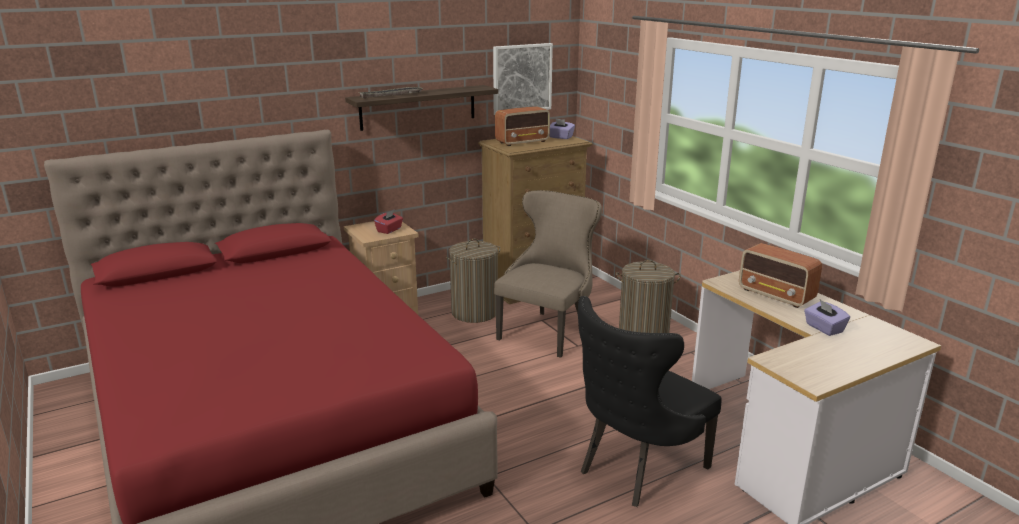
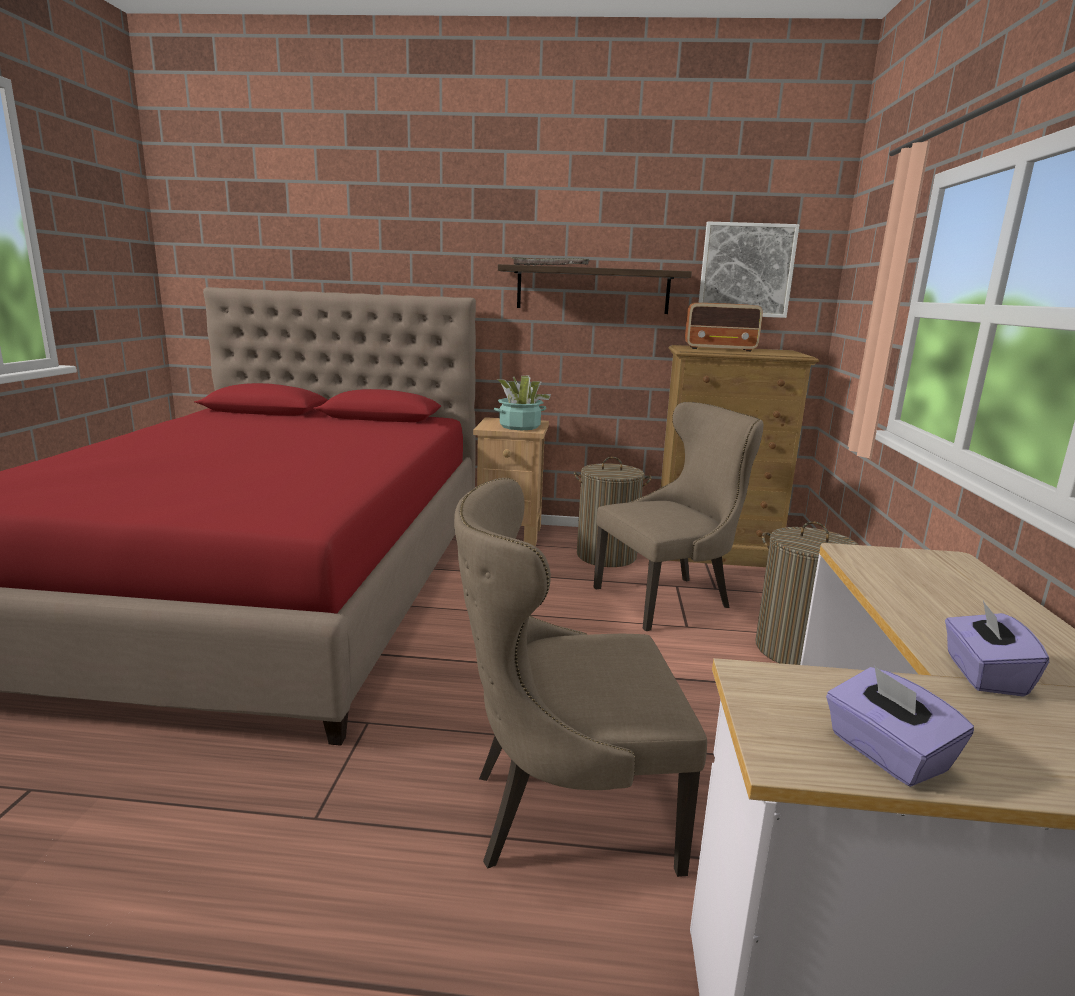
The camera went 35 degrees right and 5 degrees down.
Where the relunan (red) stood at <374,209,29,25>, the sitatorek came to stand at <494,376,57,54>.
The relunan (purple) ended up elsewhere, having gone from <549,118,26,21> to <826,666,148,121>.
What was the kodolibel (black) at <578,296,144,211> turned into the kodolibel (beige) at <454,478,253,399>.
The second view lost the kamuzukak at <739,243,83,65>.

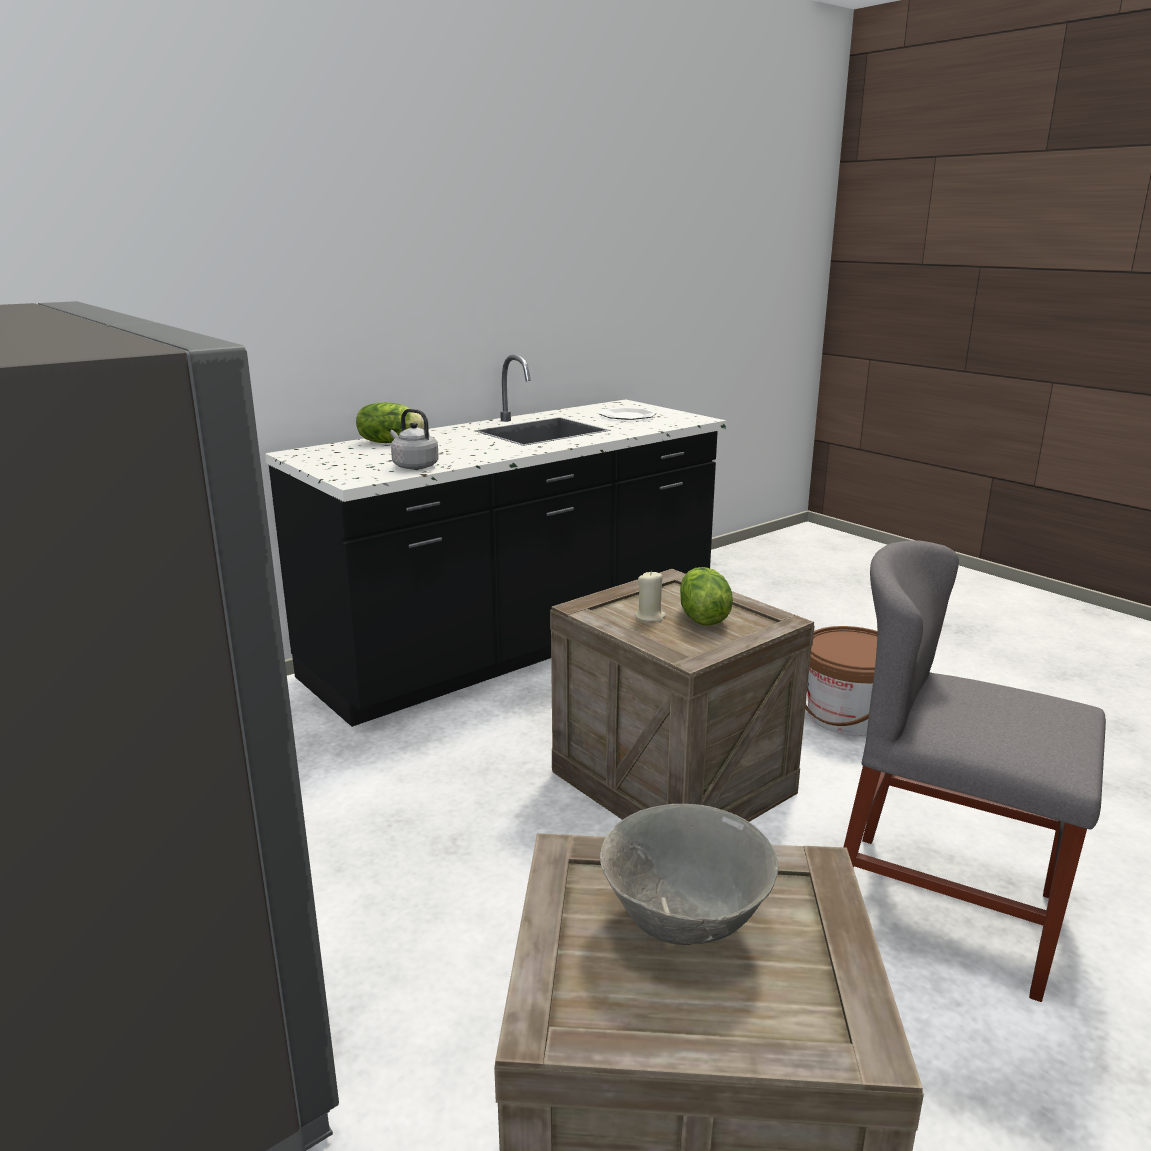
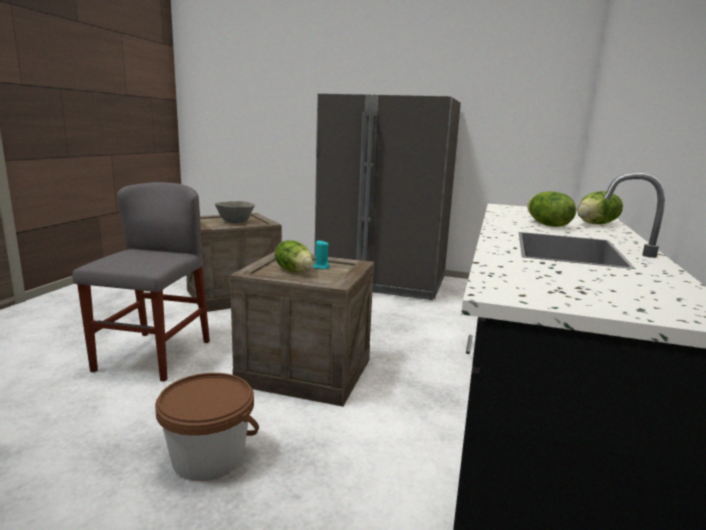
The camera went 145 degrees right and 5 degrees down.
The second view lost the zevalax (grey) at <390,409,49,61>.
The second view lost the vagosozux at <599,408,58,12>.
What was the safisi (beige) at <635,571,31,50> turned into the safisi (turquoise) at <313,240,17,29>.
The kodolibel (grey) at <844,540,262,462> ended up facing another way, 75 degrees counterclockwise from before.
The second view gained the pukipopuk at <527,191,49,36>.

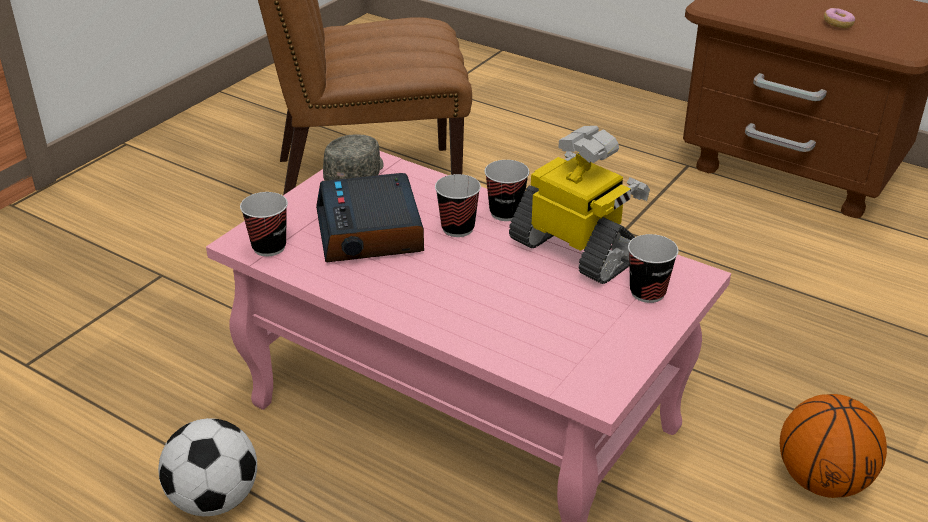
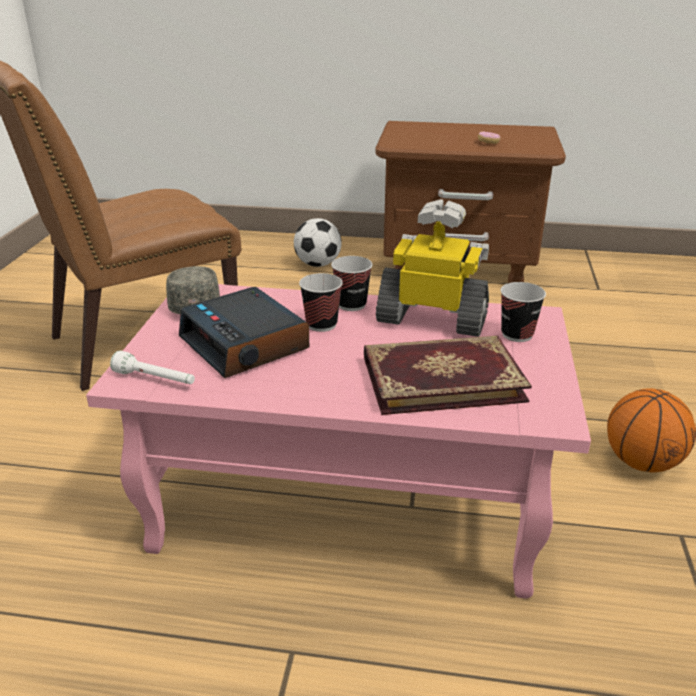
The camera went 25 degrees left and 5 degrees down.
The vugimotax ended up elsewhere, having gone from <158,418,99,98> to <294,218,48,49>.
Where the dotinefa stood at <240,192,48,64>, the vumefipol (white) came to stand at <110,351,85,33>.
The second view gained the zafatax at <364,336,168,79>.

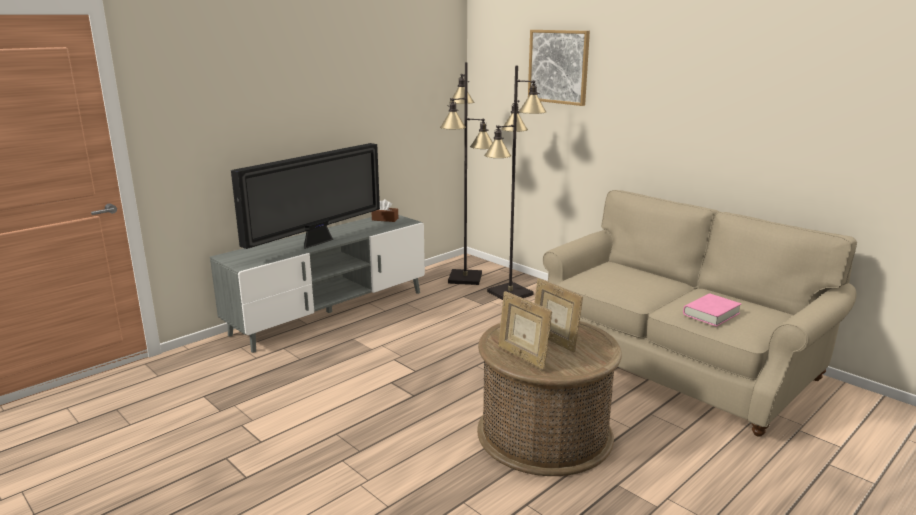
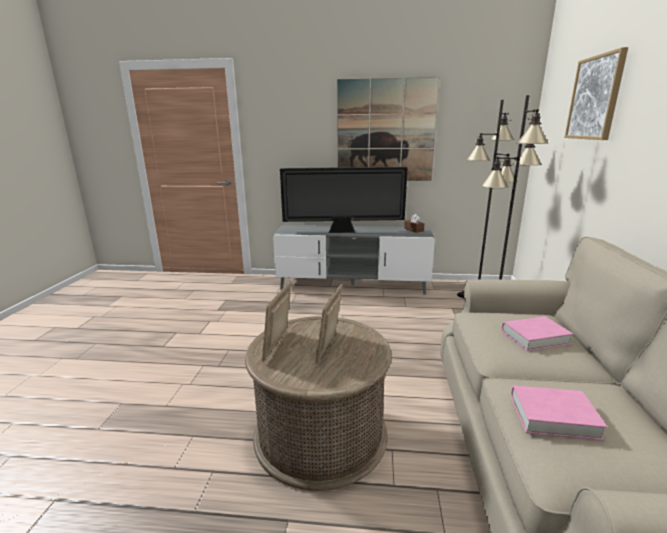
The camera went 50 degrees right and 0 degrees up.
The second view gained the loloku at <337,77,102,104>.
The second view gained the zafatax (pink) at <501,316,72,35>.

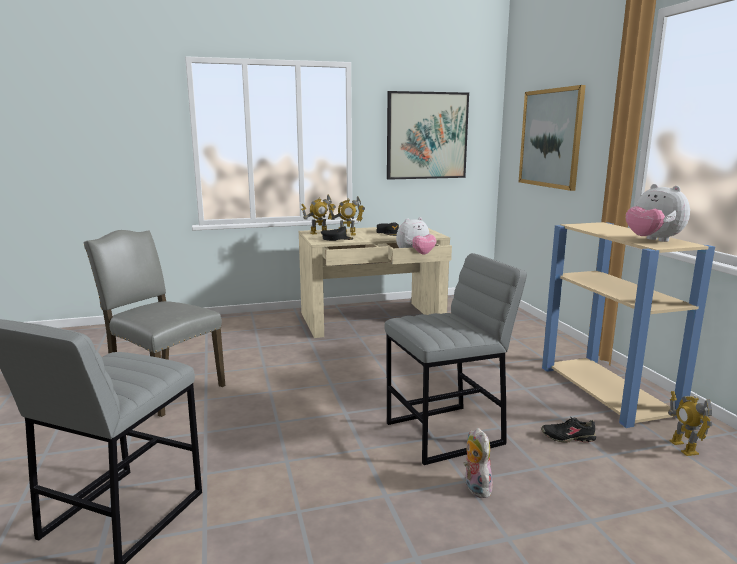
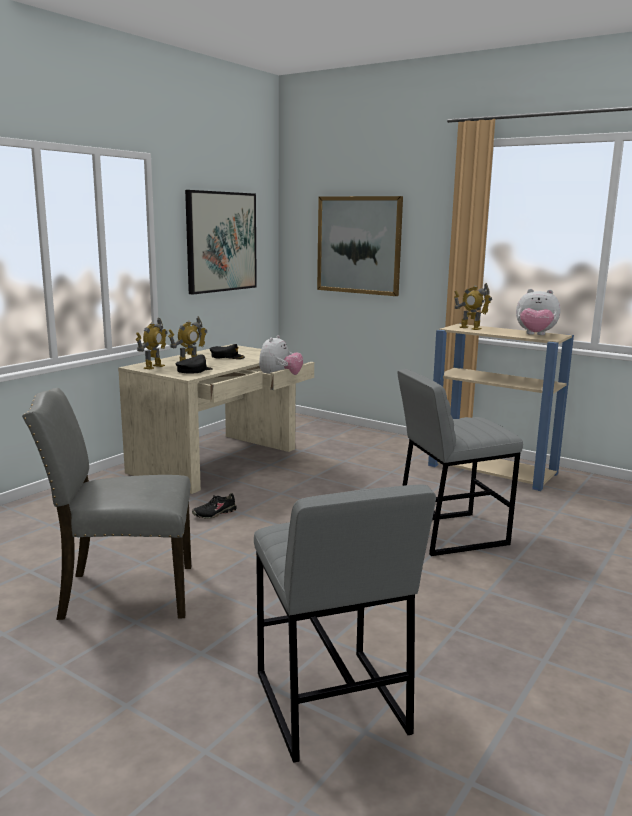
The camera went 40 degrees left and 0 degrees up.
The kodolibel (grey) at <384,253,143,212> ended up facing another way, 135 degrees counterclockwise from before.
The second view lost the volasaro at <464,428,29,70>.
The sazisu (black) ended up elsewhere, having gone from <541,417,55,26> to <192,493,45,26>.
The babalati ended up elsewhere, having gone from <668,391,44,65> to <454,283,38,47>.

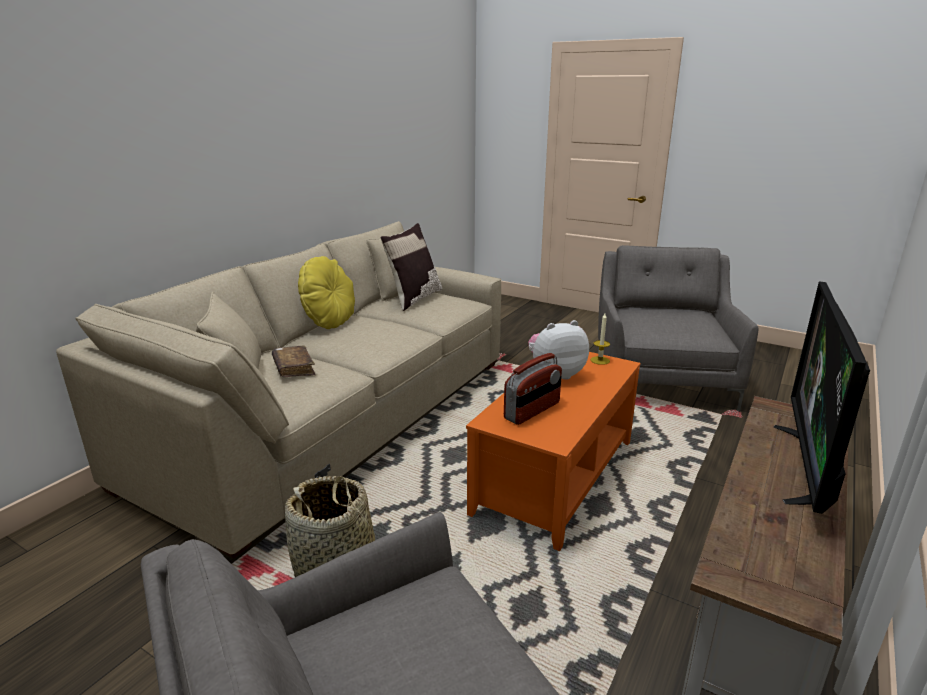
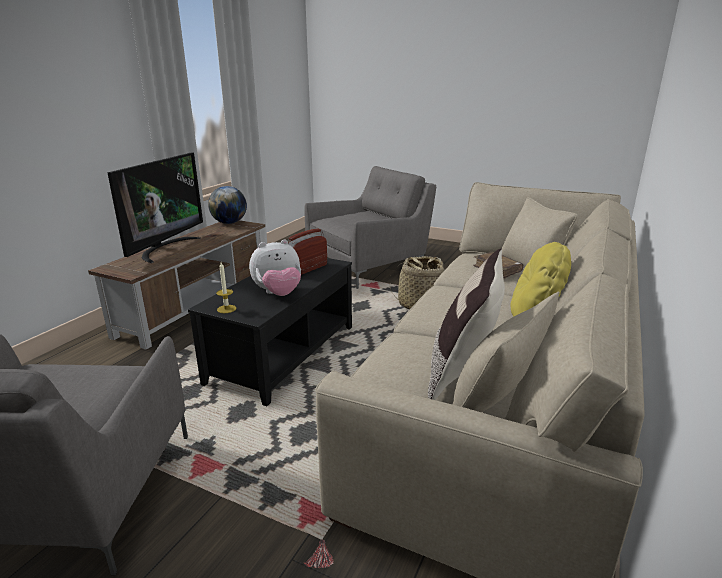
The camera went 175 degrees right and 0 degrees up.
What was the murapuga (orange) at <466,352,175,199> turned into the murapuga (black) at <188,258,164,148>.
The second view gained the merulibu at <208,186,39,38>.

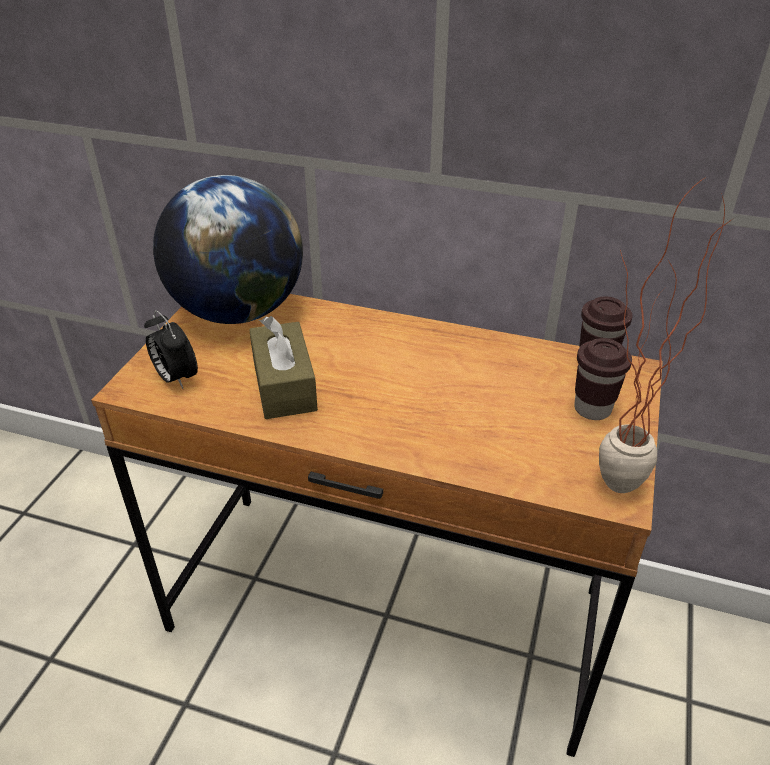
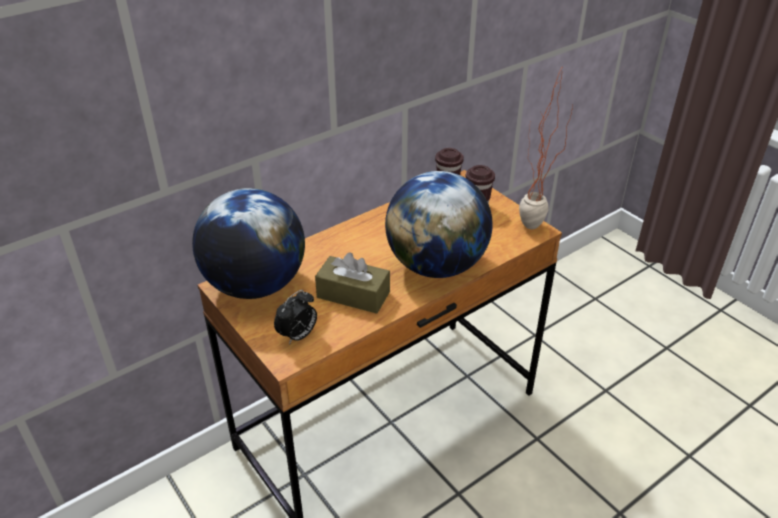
The camera went 55 degrees left and 0 degrees up.
The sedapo at <144,310,54,79> ended up facing another way, 45 degrees counterclockwise from before.
The second view gained the merulibu at <385,171,108,107>.

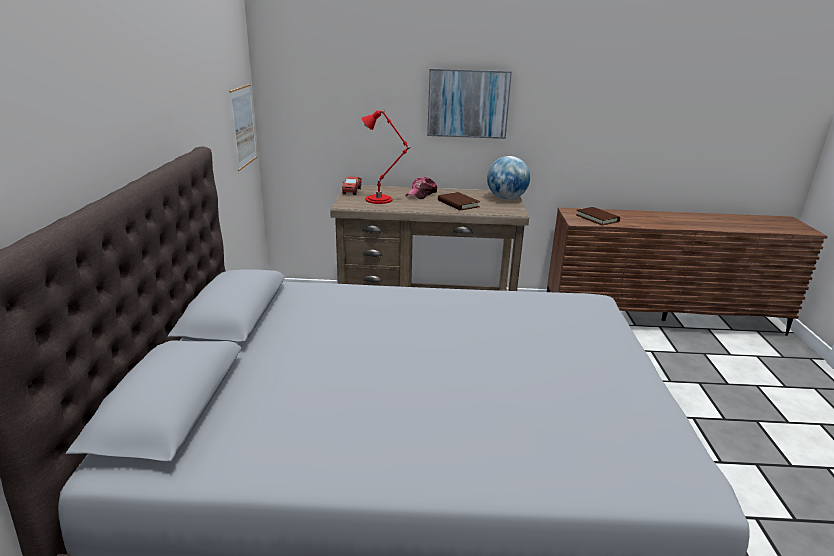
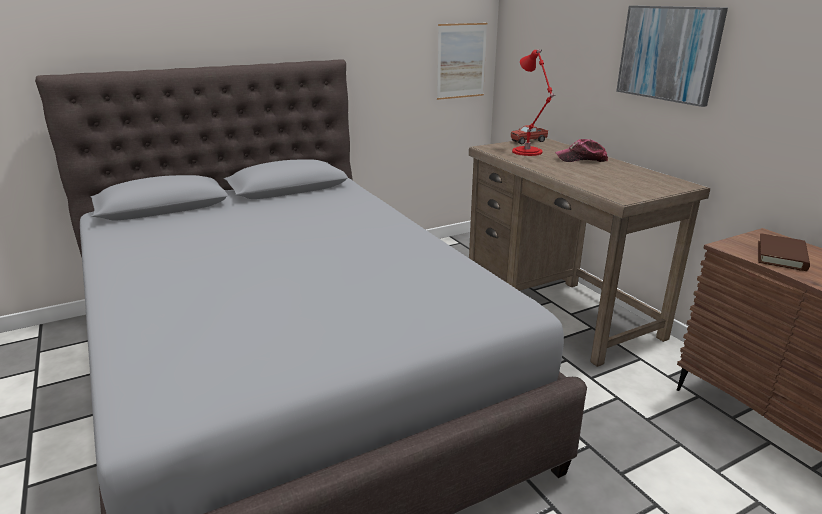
The camera went 60 degrees right and 0 degrees up.
The second view lost the zafatax (brown) at <438,192,42,18>.
The second view lost the merulibu at <487,156,43,44>.

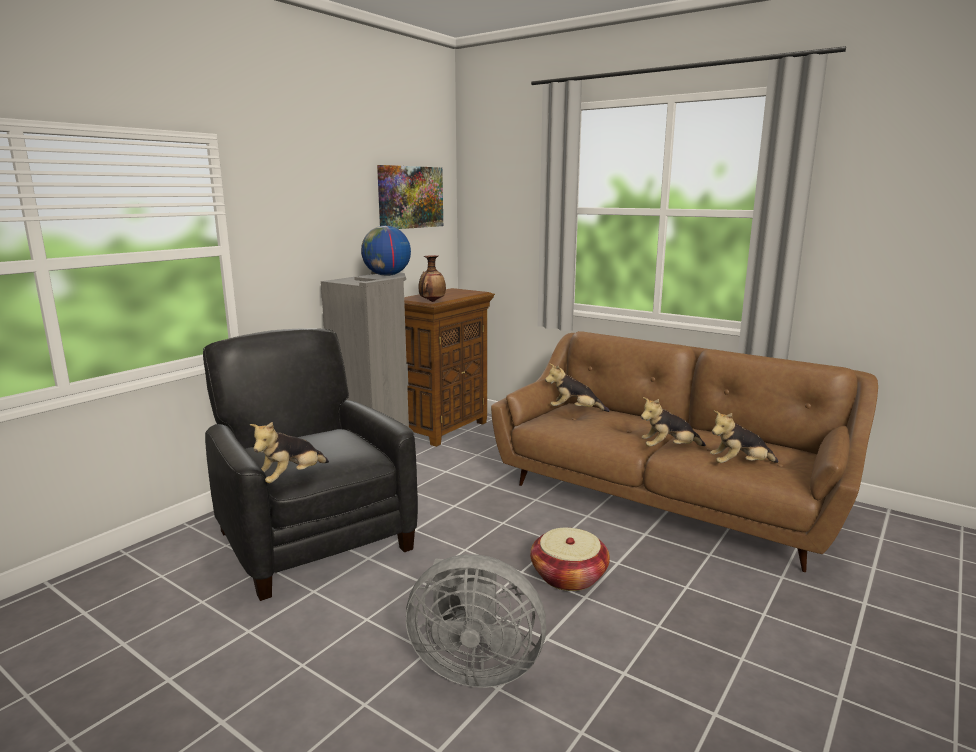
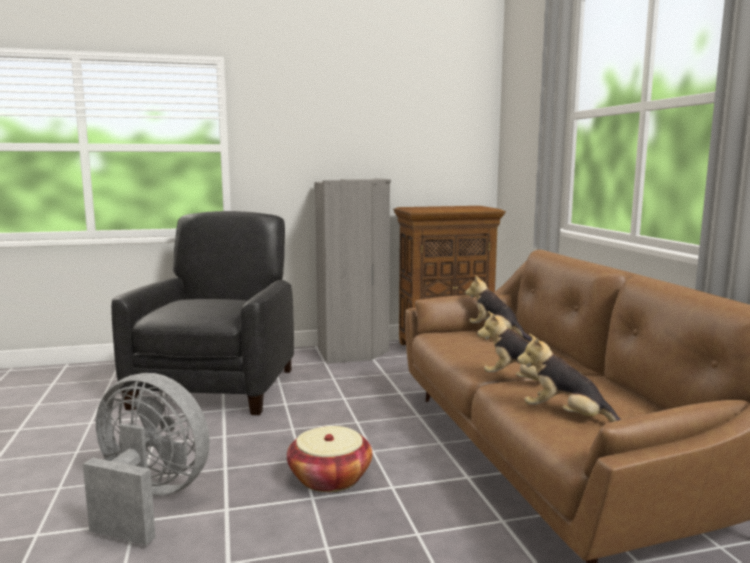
The camera went 40 degrees right and 5 degrees down.
The second view lost the volasaro at <250,422,79,61>.
The second view lost the merulibu at <361,226,50,50>.
The second view lost the loloku at <377,165,66,64>.
The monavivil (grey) at <406,554,140,134> ended up facing another way, 150 degrees clockwise from before.
The second view lost the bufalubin at <419,255,27,47>.

